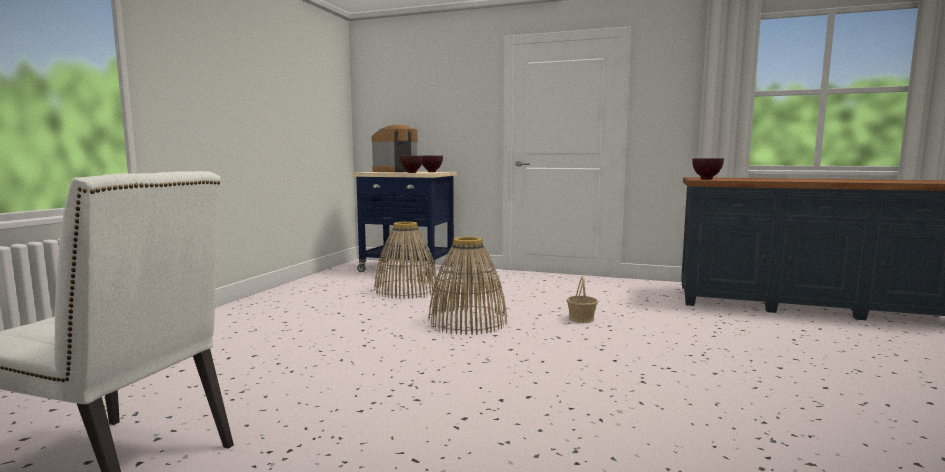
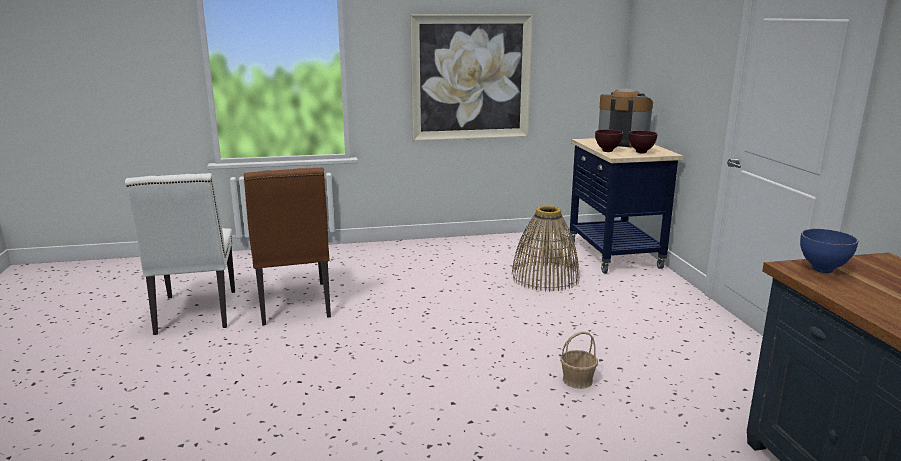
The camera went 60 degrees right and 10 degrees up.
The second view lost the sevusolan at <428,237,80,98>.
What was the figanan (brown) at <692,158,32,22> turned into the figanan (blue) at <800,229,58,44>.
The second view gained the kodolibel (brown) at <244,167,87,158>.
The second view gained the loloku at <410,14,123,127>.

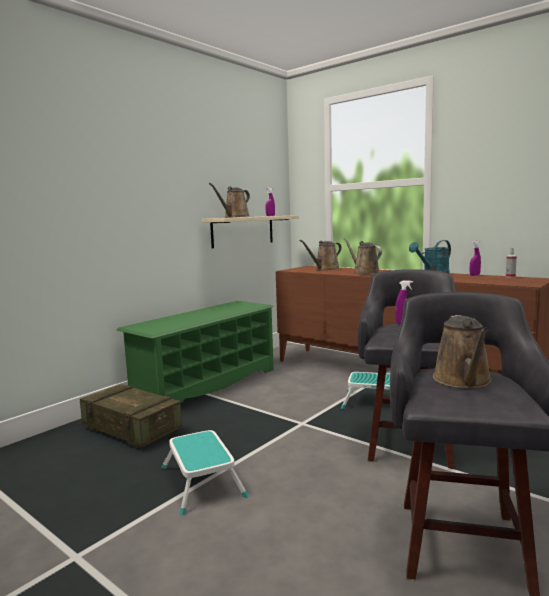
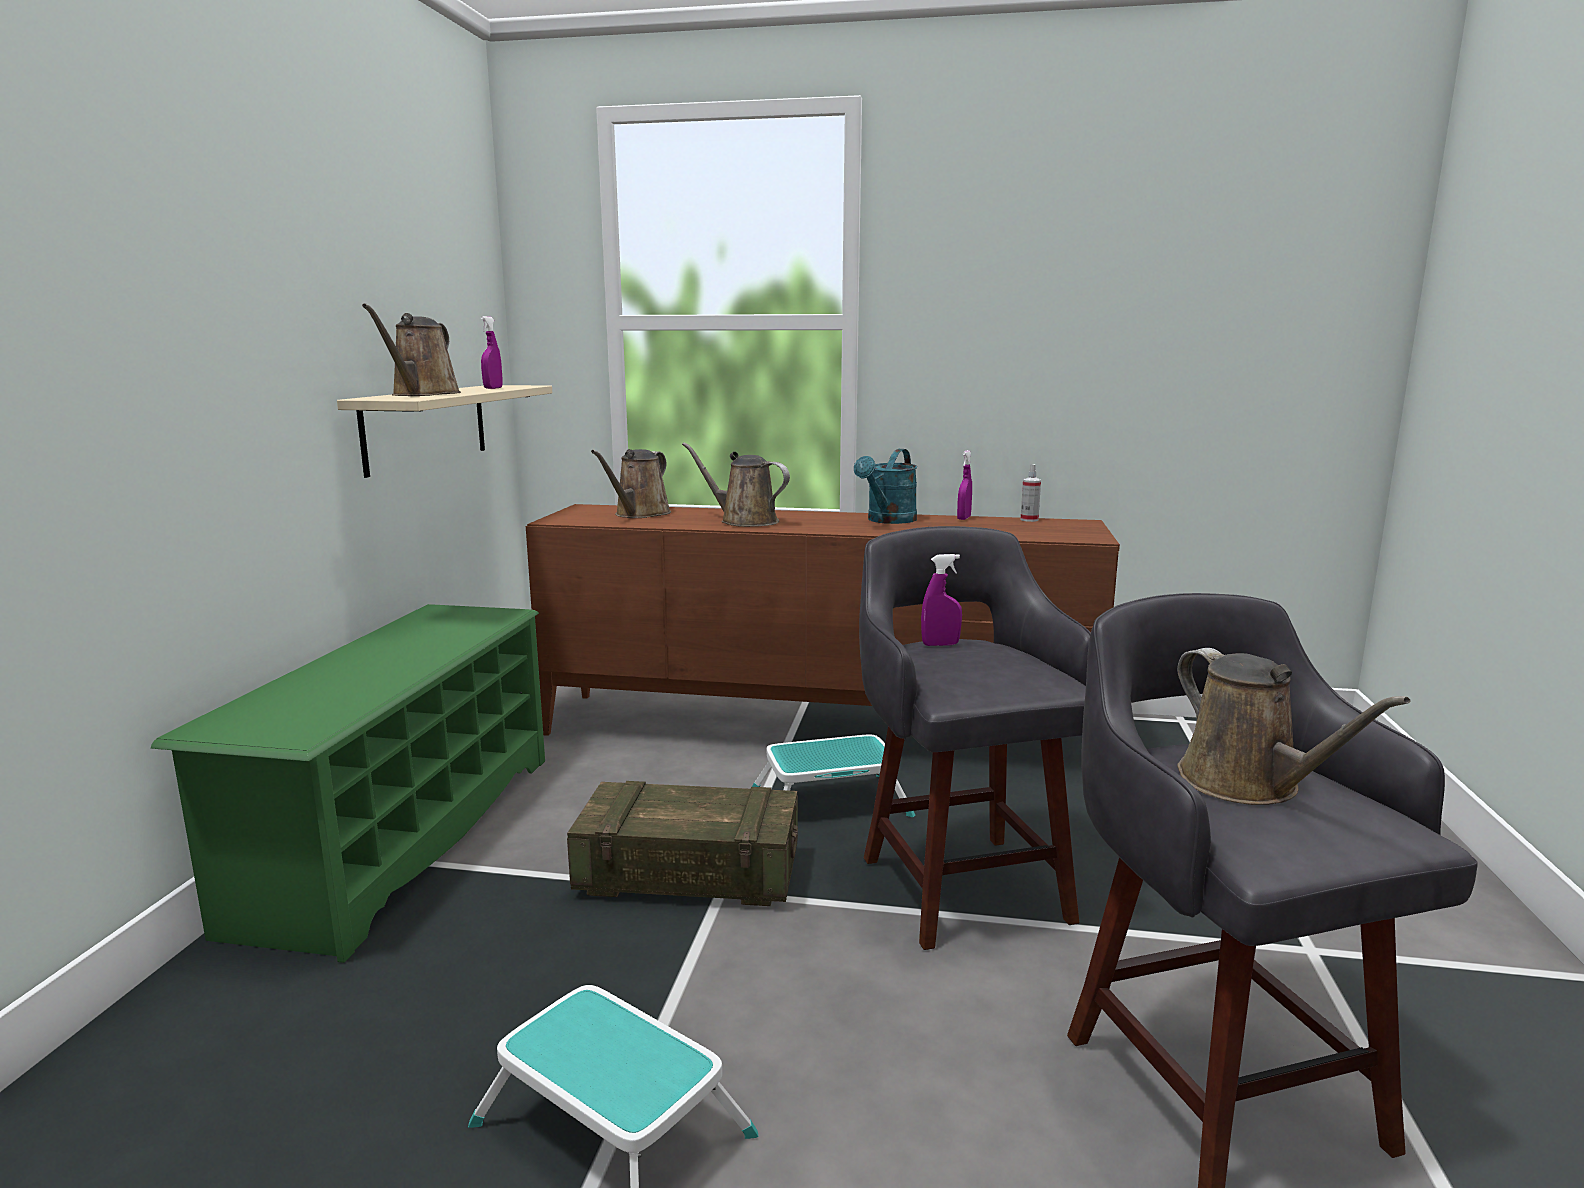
The camera went 30 degrees left and 5 degrees up.
The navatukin ended up elsewhere, having gone from <80,384,102,64> to <567,781,231,125>.

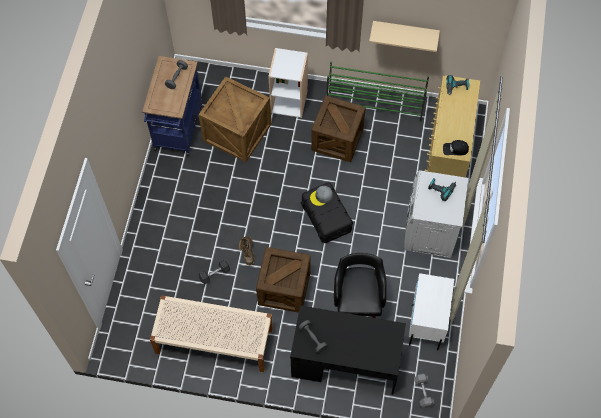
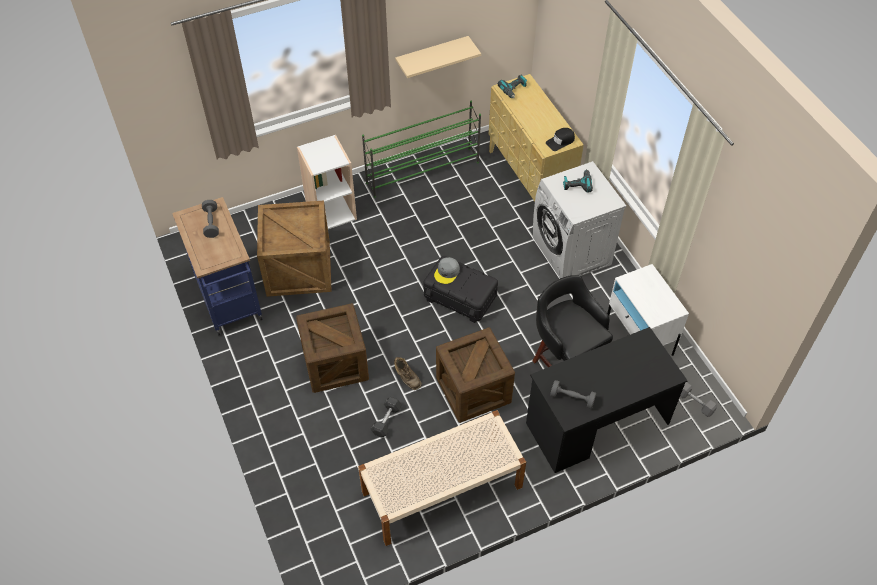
The camera went 35 degrees left and 10 degrees down.
The navatukin ended up elsewhere, having gone from <311,95,55,67> to <296,303,73,90>.

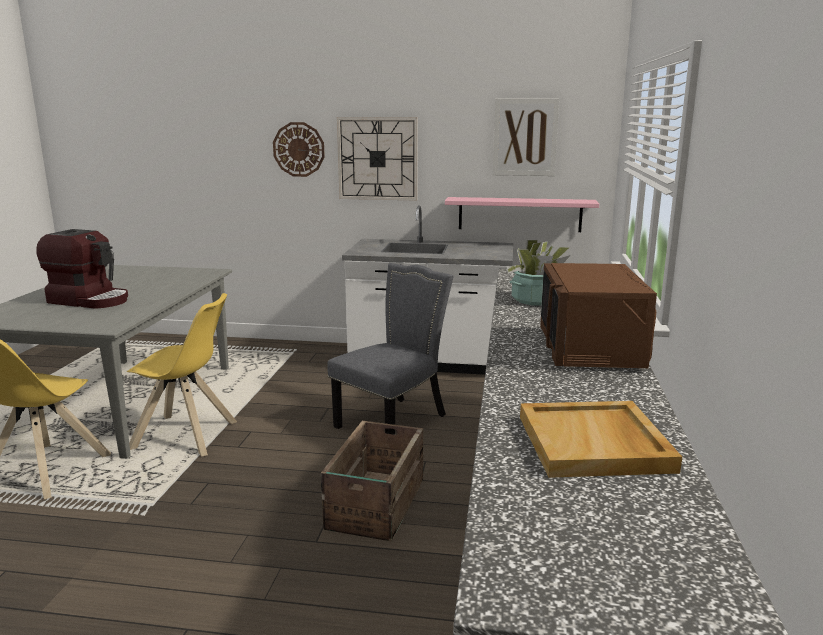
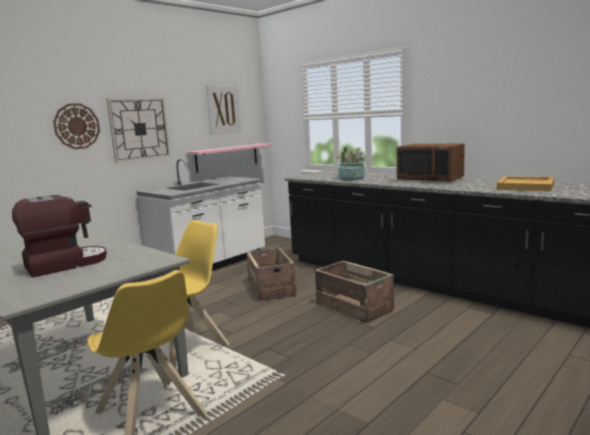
The camera went 55 degrees left and 5 degrees down.
Where the kodolibel (grey) stood at <327,263,127,172>, the navatukin came to stand at <246,247,50,54>.

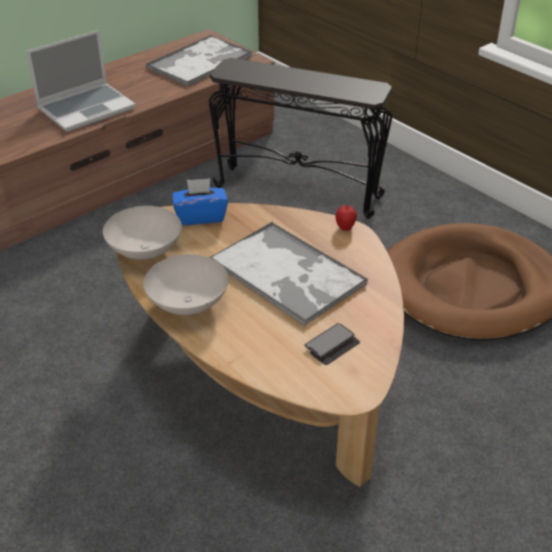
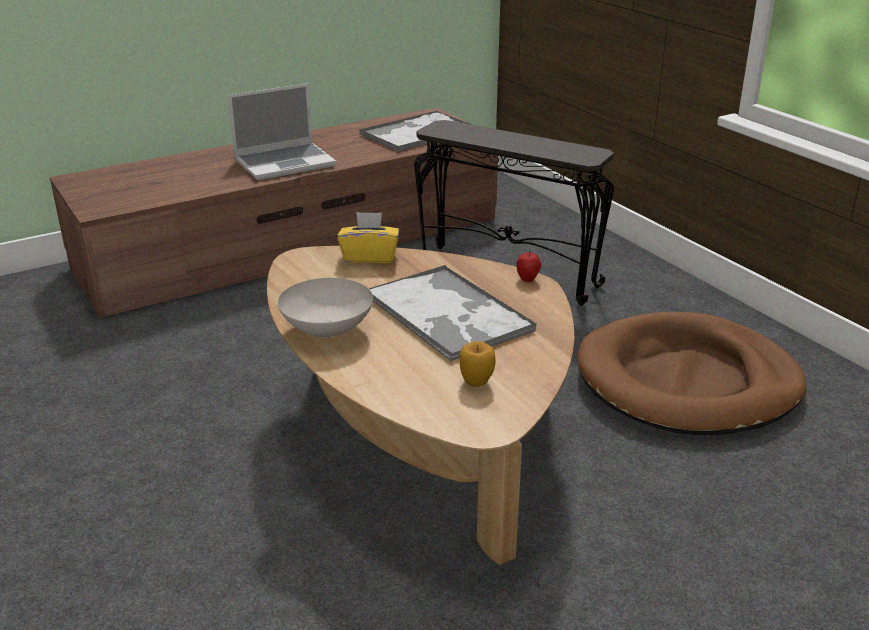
The camera went 10 degrees right and 10 degrees down.
The second view lost the figanan (white) at <103,206,79,54>.
What was the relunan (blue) at <172,178,56,47> turned into the relunan (yellow) at <337,212,62,51>.
Where the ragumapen stood at <305,323,55,42>, the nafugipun came to stand at <460,341,35,46>.

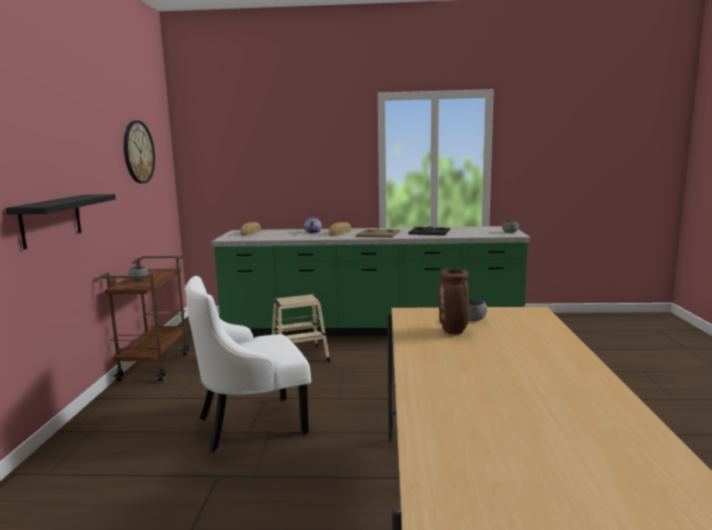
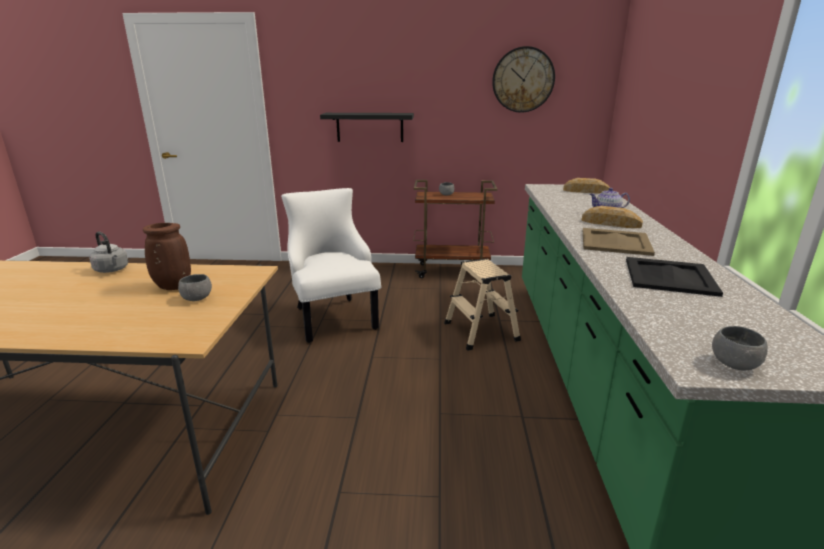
The camera went 90 degrees right and 10 degrees up.
The second view gained the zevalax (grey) at <89,231,39,42>.

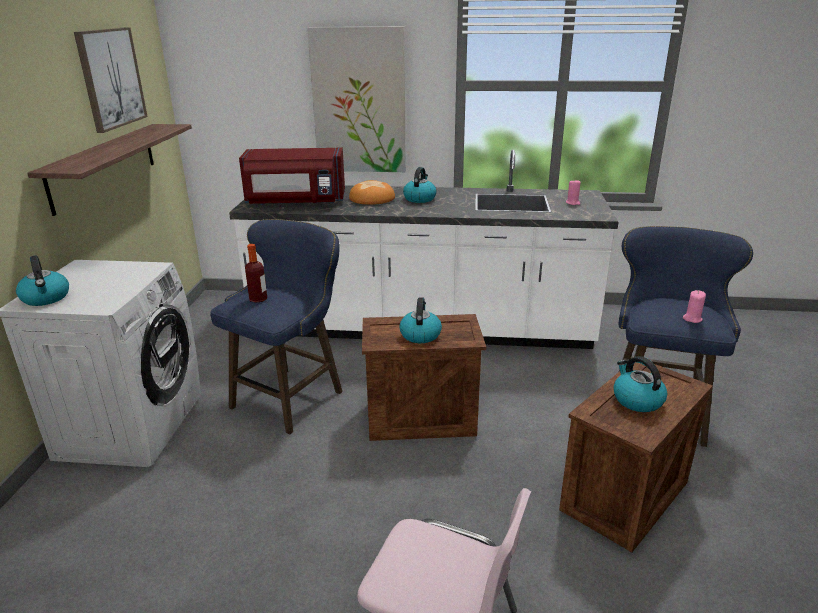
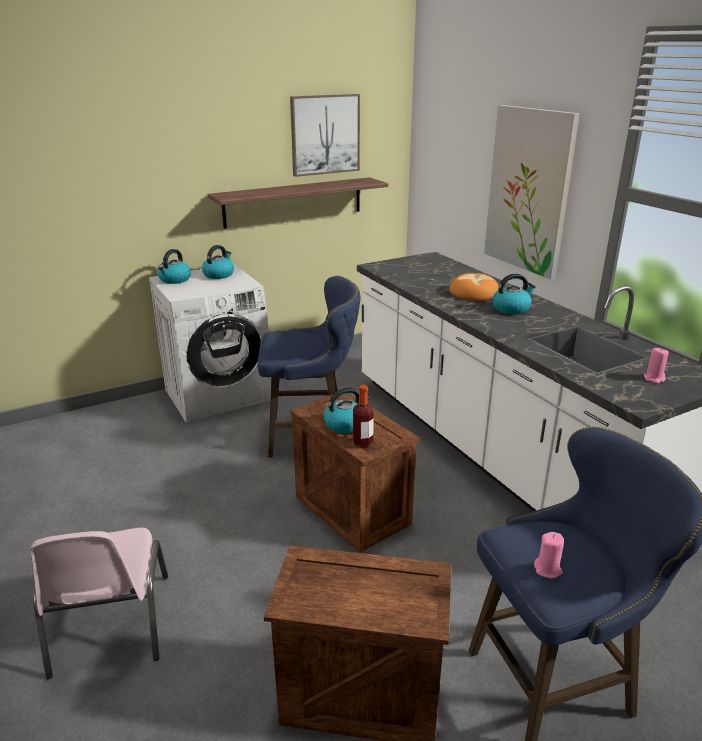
The camera went 55 degrees right and 0 degrees up.
The second view lost the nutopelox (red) at <239,148,106,57>.
The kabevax ended up elsewhere, having gone from <245,244,22,59> to <353,385,21,63>.
The zevalax ended up elsewhere, having gone from <613,356,54,56> to <202,245,32,34>.

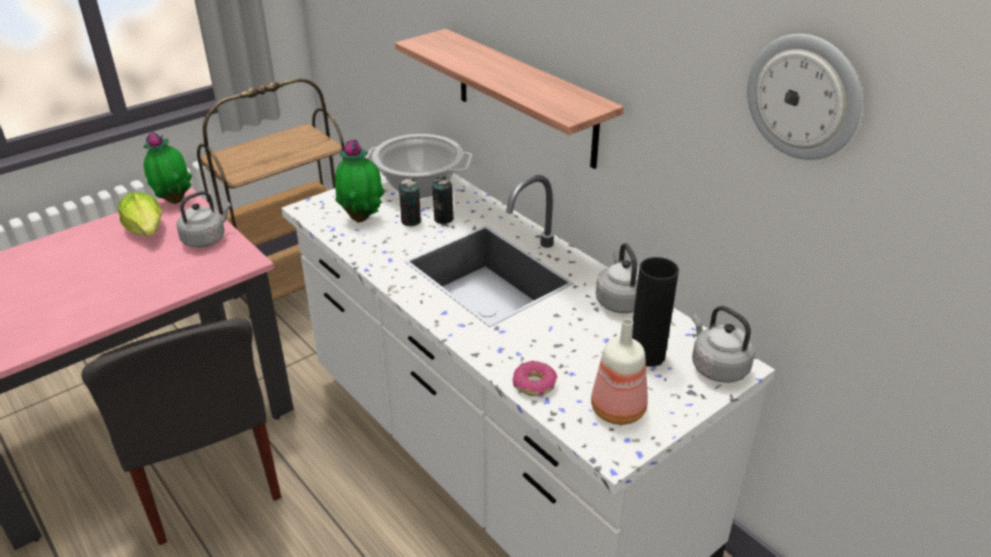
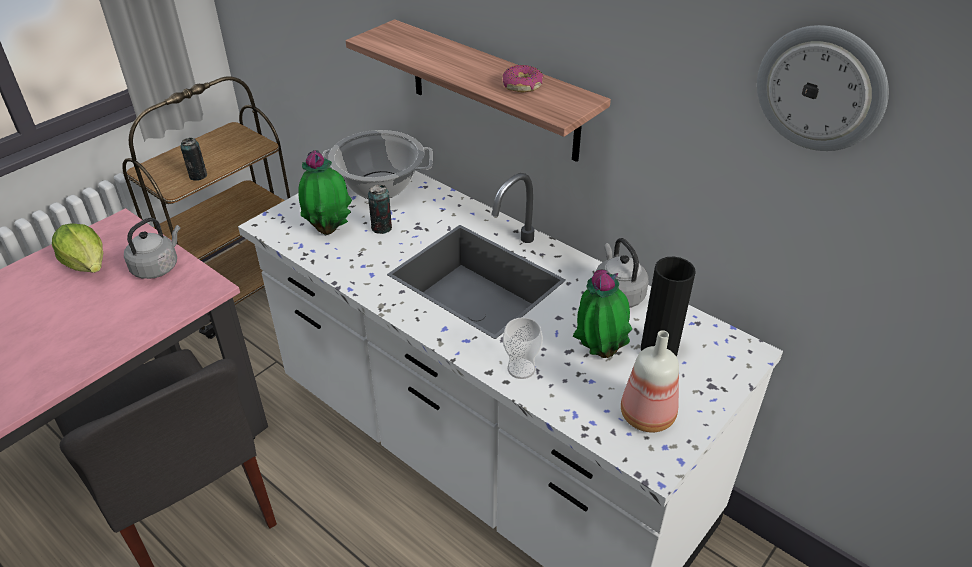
The camera went 10 degrees left and 5 degrees up.
The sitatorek ended up elsewhere, having gone from <144,132,48,72> to <573,269,59,89>.
The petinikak ended up elsewhere, having gone from <432,176,22,48> to <180,138,27,43>.
The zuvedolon ended up elsewhere, having gone from <513,361,45,35> to <502,65,42,28>.
The second view lost the zevalax (grey) at <692,306,63,77>.
The second view gained the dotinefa at <503,318,40,61>.

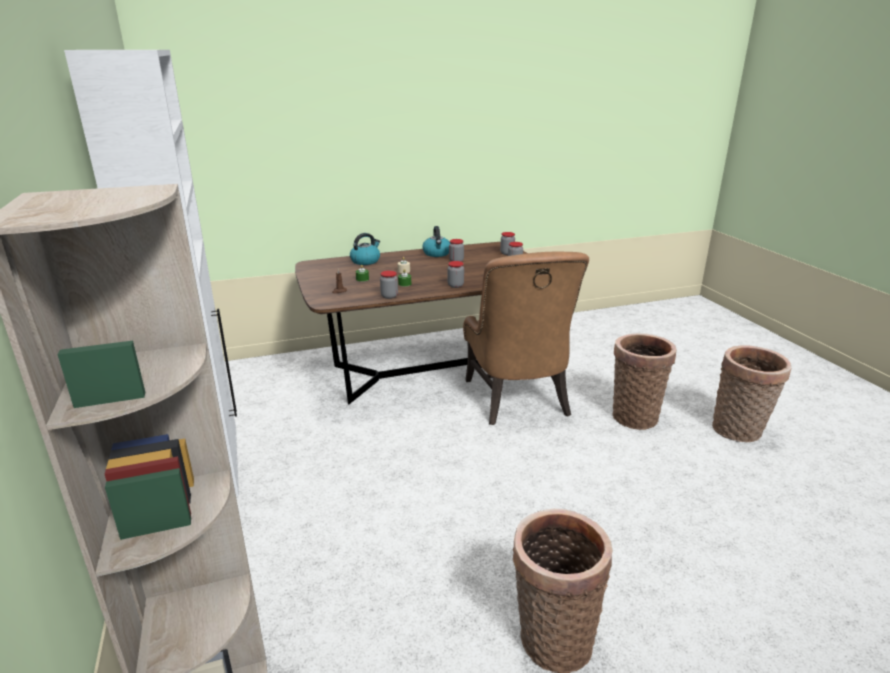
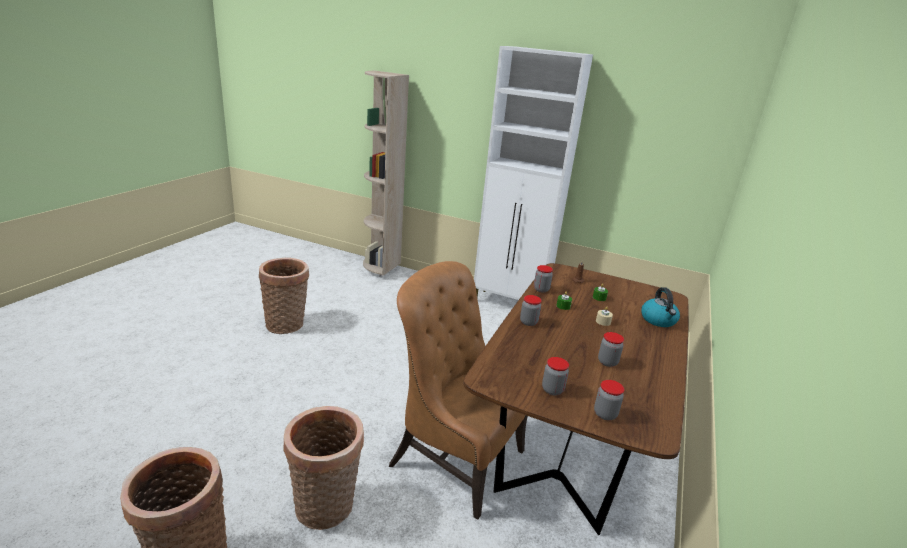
The camera went 130 degrees right and 0 degrees up.
The second view lost the zevalax at <422,226,28,31>.

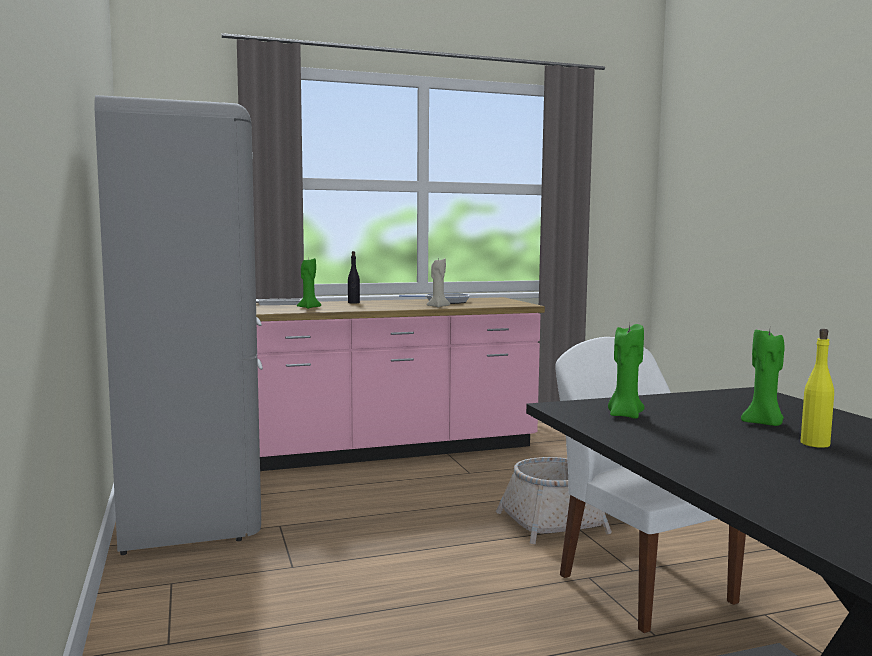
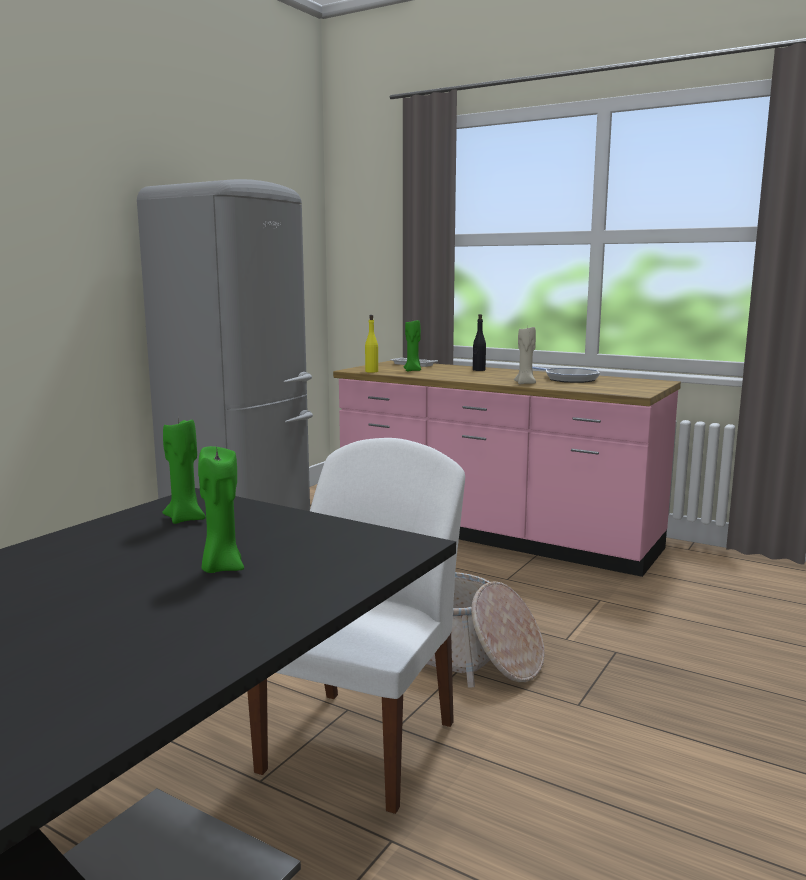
The camera went 50 degrees right and 5 degrees up.
The kabevax (yellow) ended up elsewhere, having gone from <800,329,34,119> to <365,315,13,58>.

